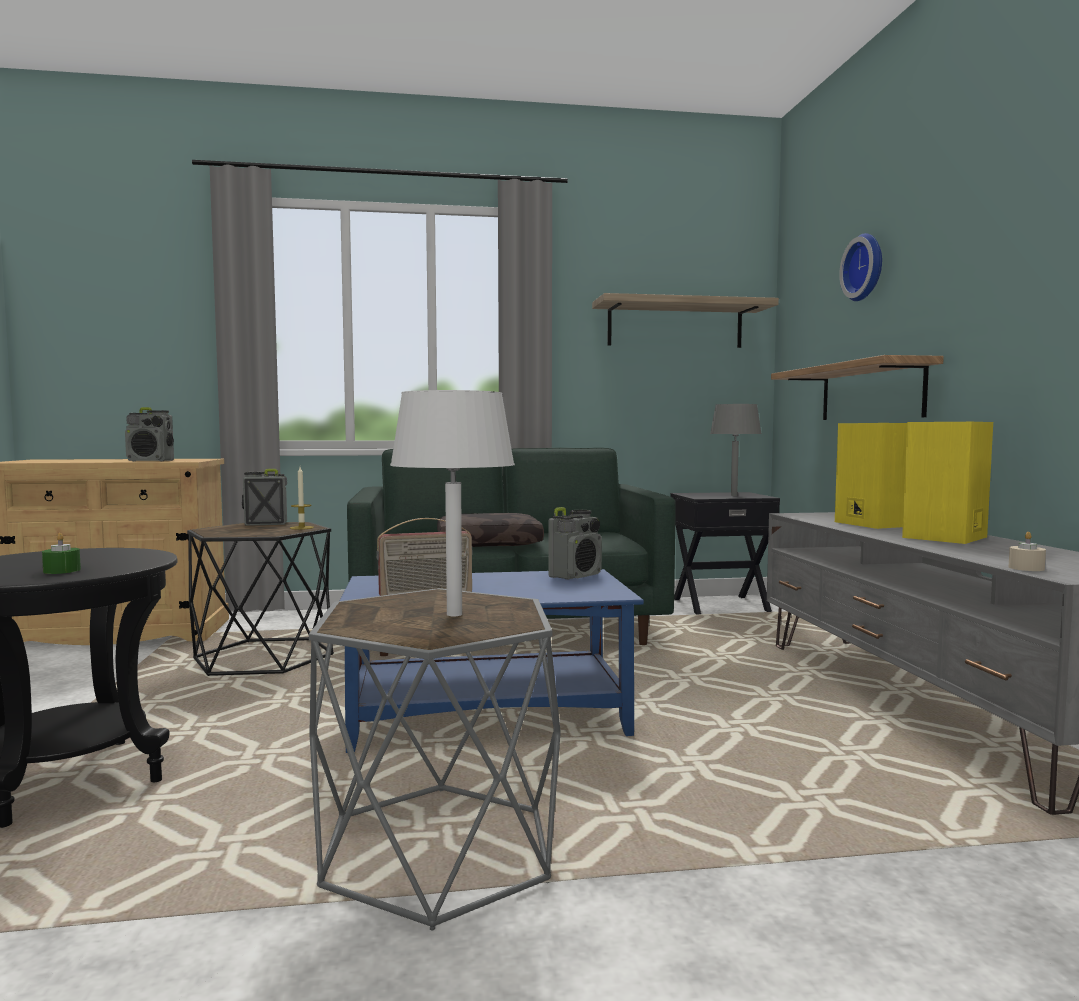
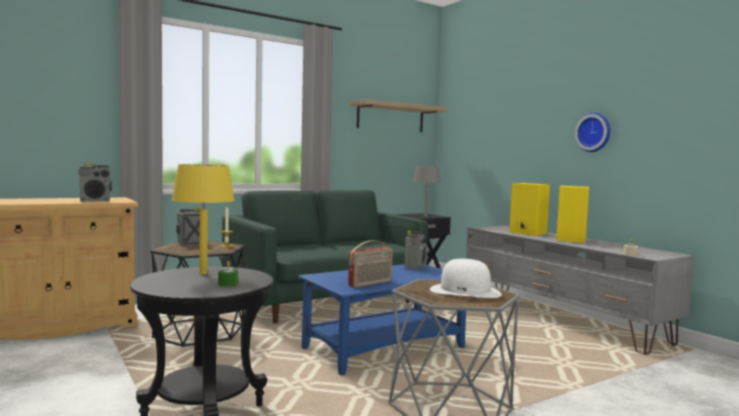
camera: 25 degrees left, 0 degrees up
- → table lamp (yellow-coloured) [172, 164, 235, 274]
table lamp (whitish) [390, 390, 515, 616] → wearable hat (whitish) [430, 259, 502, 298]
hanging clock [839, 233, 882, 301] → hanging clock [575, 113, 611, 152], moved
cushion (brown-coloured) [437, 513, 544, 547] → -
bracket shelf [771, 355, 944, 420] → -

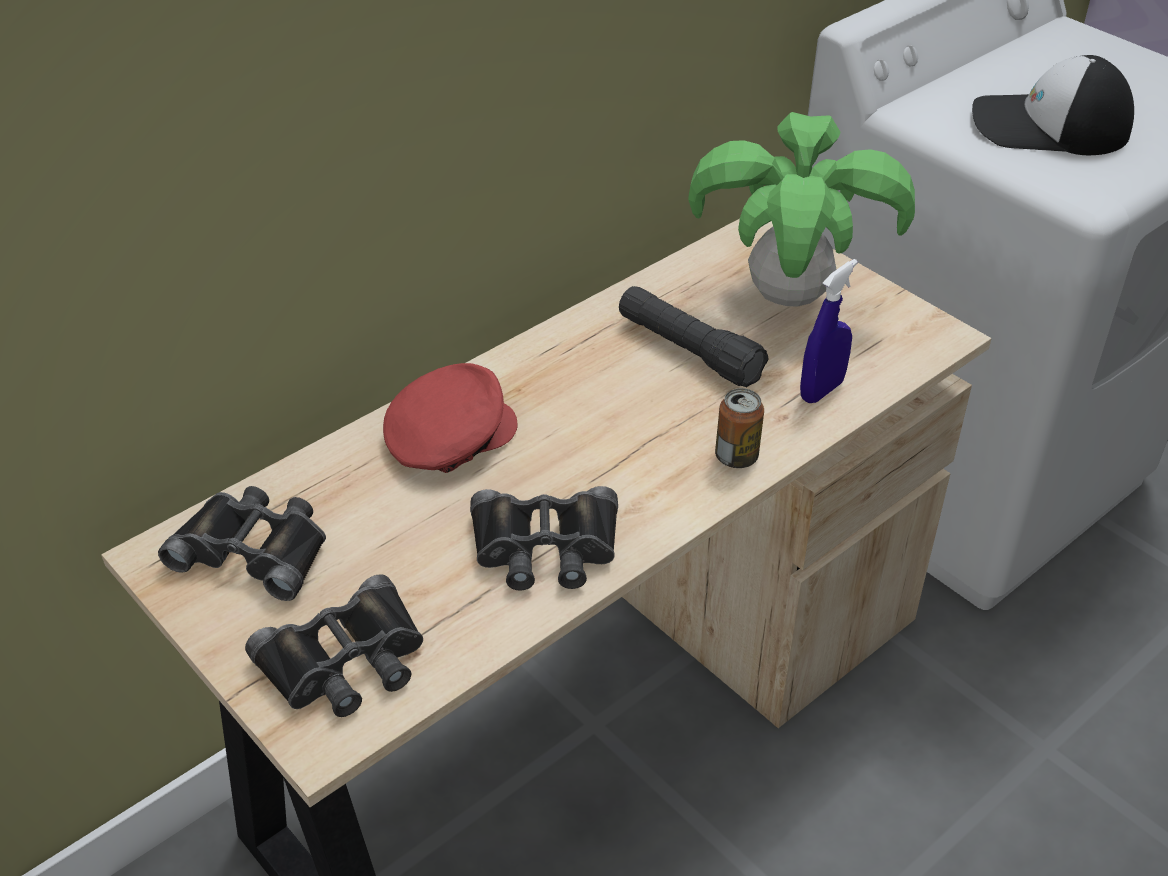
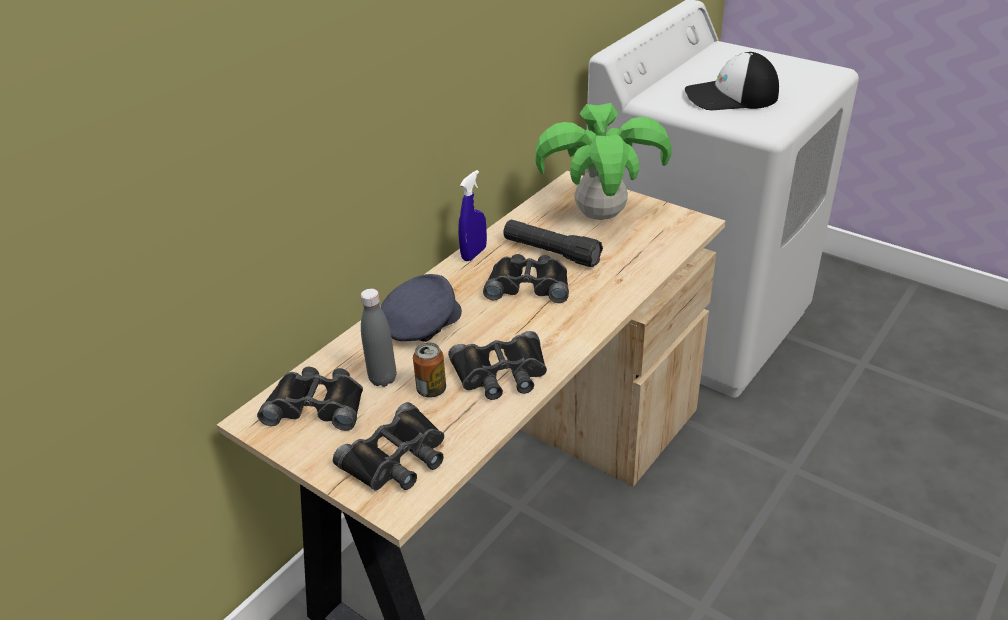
camera: 10 degrees left, 5 degrees down
- → bottle (grey) [361, 289, 396, 387]
baseball cap (reddish) [383, 363, 517, 473] → baseball cap (grey) [381, 274, 462, 342]
can [715, 388, 764, 468] → can [413, 342, 446, 398], moved
hand sprayer (blue) [800, 259, 858, 403] → hand sprayer (blue) [458, 170, 487, 261], moved
- → pair of binoculars (blackish) [483, 254, 569, 303]

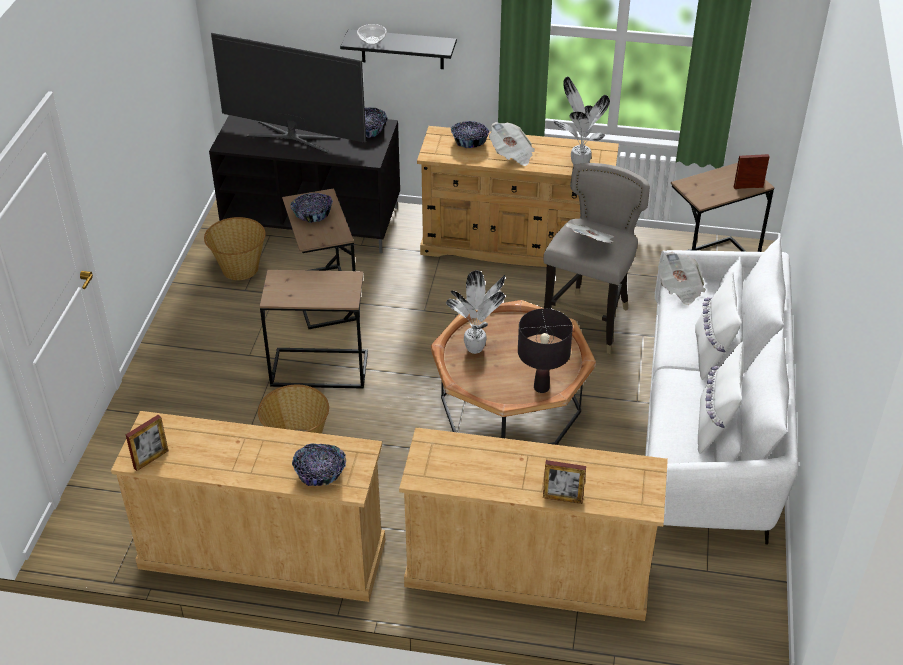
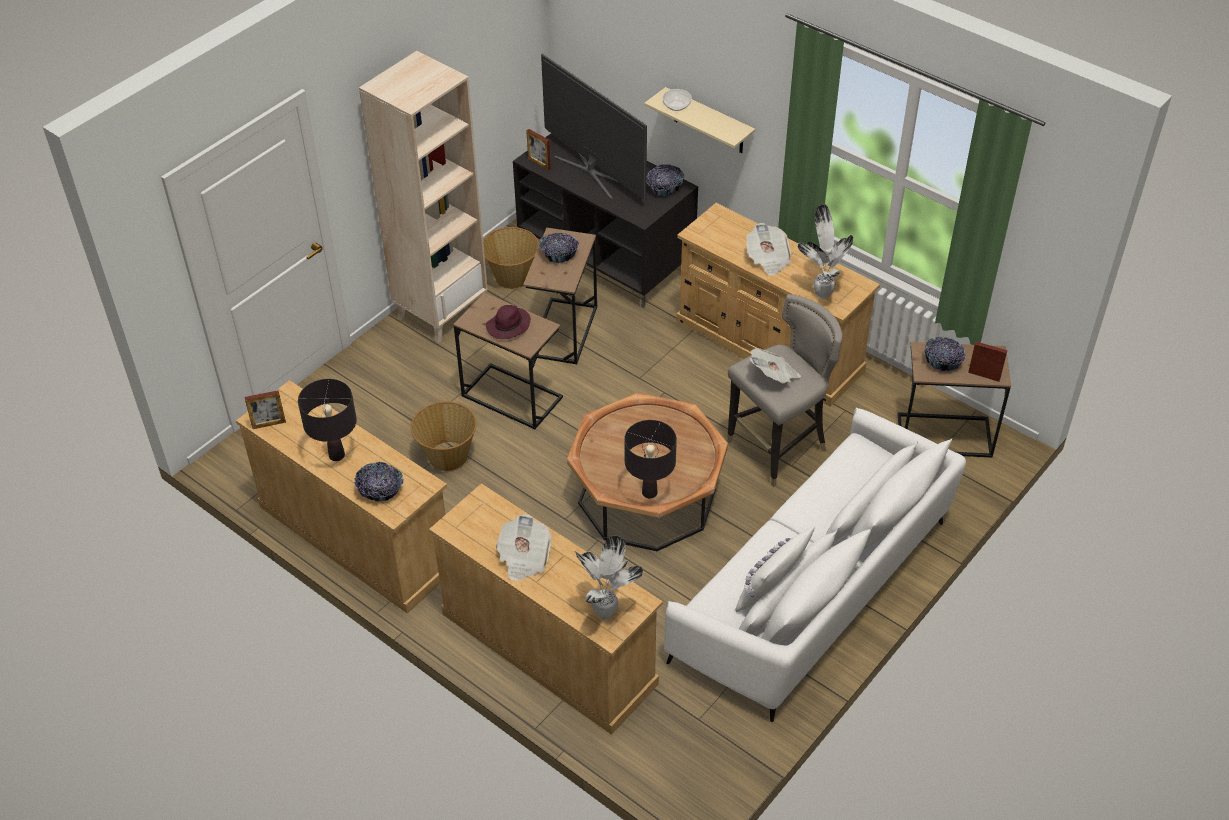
camera: 30 degrees right, 5 degrees up
- → table lamp (blackish) [298, 379, 357, 461]
- → bookshelf (beige-coloured) [359, 51, 488, 343]
- → wearable hat (purple-coloured) [486, 305, 531, 339]
daily paper [658, 252, 706, 305] → daily paper [496, 514, 552, 581], moved
picture frame [543, 460, 586, 504] → picture frame [526, 129, 551, 170], moved
plant in a pot [446, 271, 505, 354] → plant in a pot [574, 536, 643, 619], moved
bracket shelf (blackish) [340, 29, 457, 69] → bracket shelf (beige-coloured) [644, 87, 755, 153]
deep dish [451, 121, 490, 148] → deep dish [924, 336, 965, 371], moved
cushion (whitish) [695, 272, 741, 380] → -

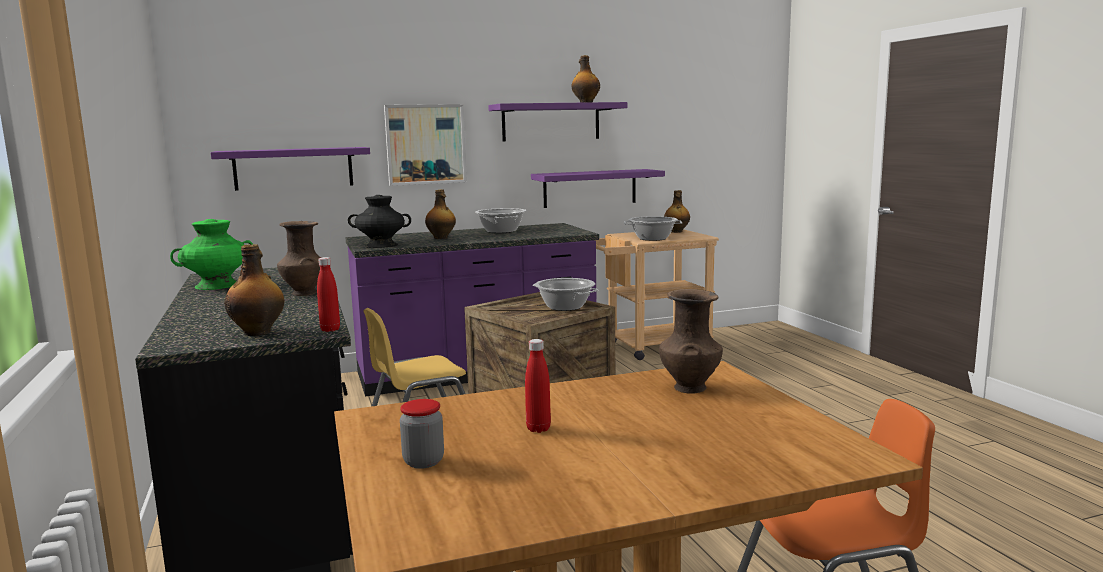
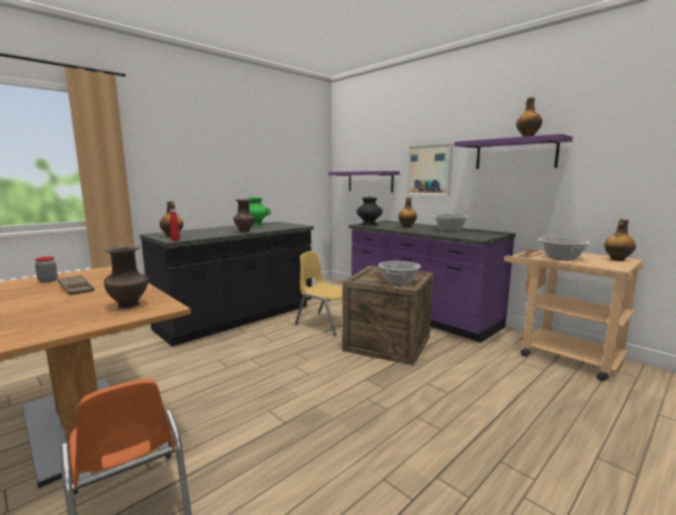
camera: 65 degrees right, 0 degrees up
bottle (reddish) [525, 339, 551, 433] → carrying tray (brown-coloured) [57, 275, 95, 295]
bracket shelf (purple-coloured) [531, 169, 665, 208] → -

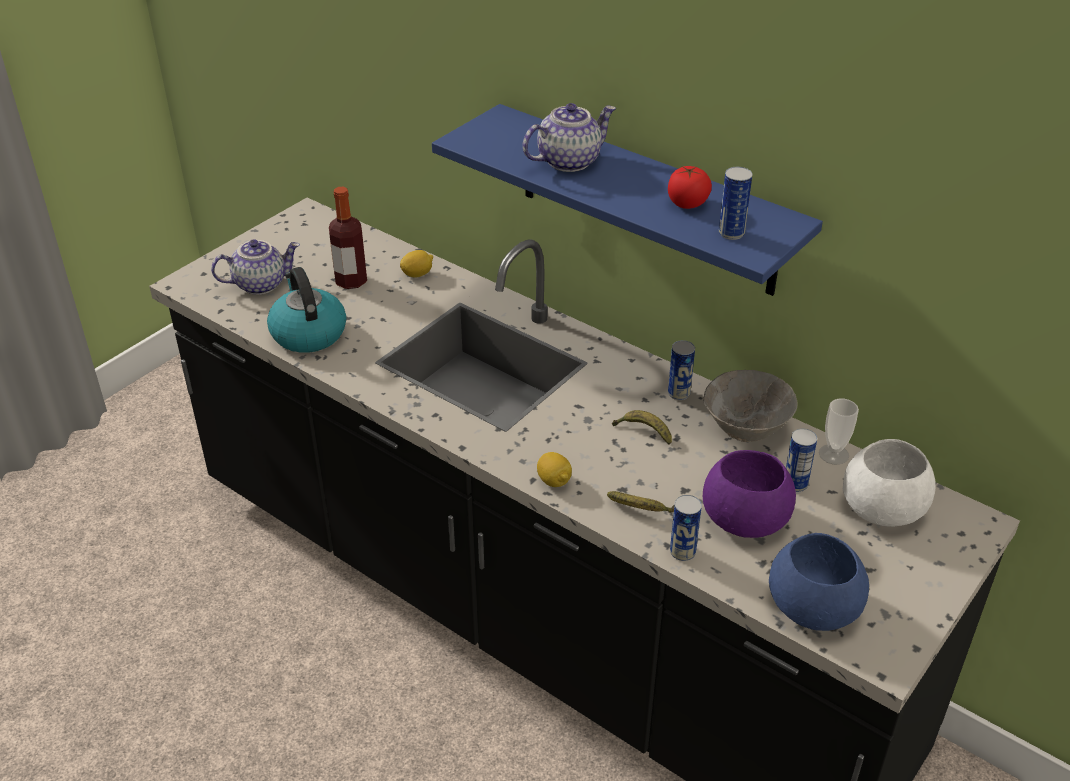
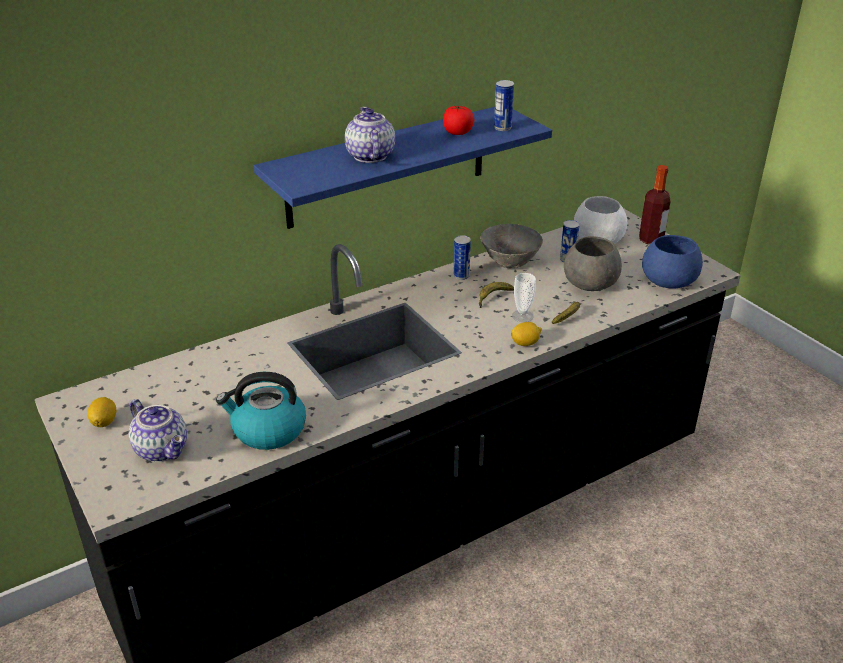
camera: 70 degrees left, 5 degrees down
citrus fruit [400, 250, 433, 278] → citrus fruit [87, 397, 116, 427], moved
teapot [211, 239, 300, 295] → teapot [129, 399, 187, 462], 135 degrees clockwise
small cup [819, 398, 859, 465] → small cup [512, 273, 536, 322], moved
deep dish (purple-coloured) [703, 450, 796, 538] → deep dish (grey) [564, 236, 622, 291]
bottle [329, 187, 367, 289] → bottle [639, 165, 670, 244], moved
can [670, 495, 702, 561] → -

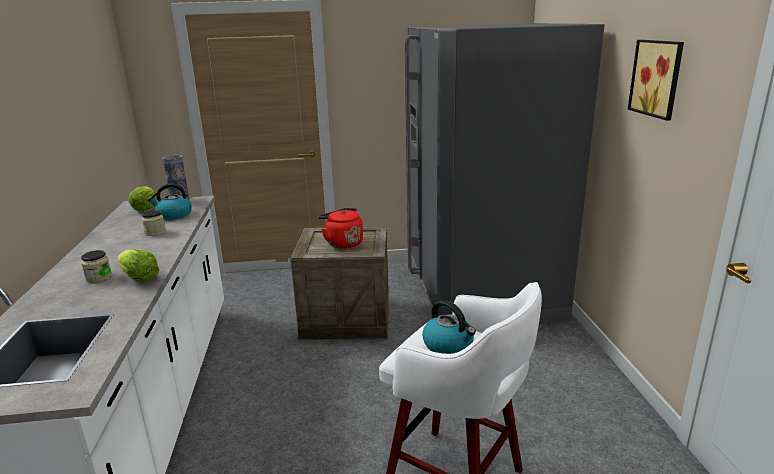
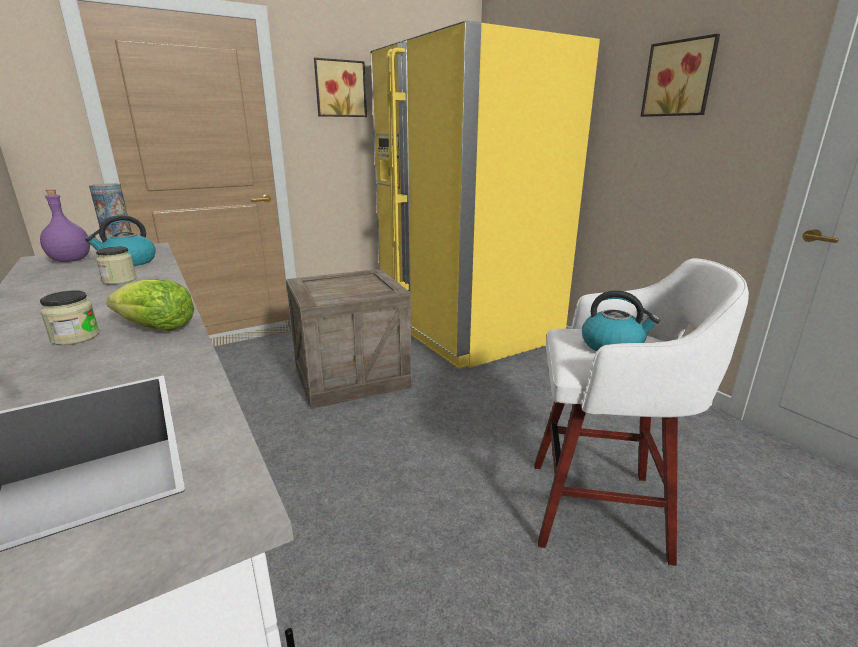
camera: 25 degrees left, 0 degrees up
lettuce head [129, 186, 156, 212] → bottle (purple-coloured) [40, 189, 90, 262]
- → wall art [314, 58, 367, 117]
refrigerator (grey) [404, 23, 604, 322] → refrigerator (yellow-coloured) [370, 21, 600, 369]
water kettle (reddish) [318, 208, 363, 249] → -

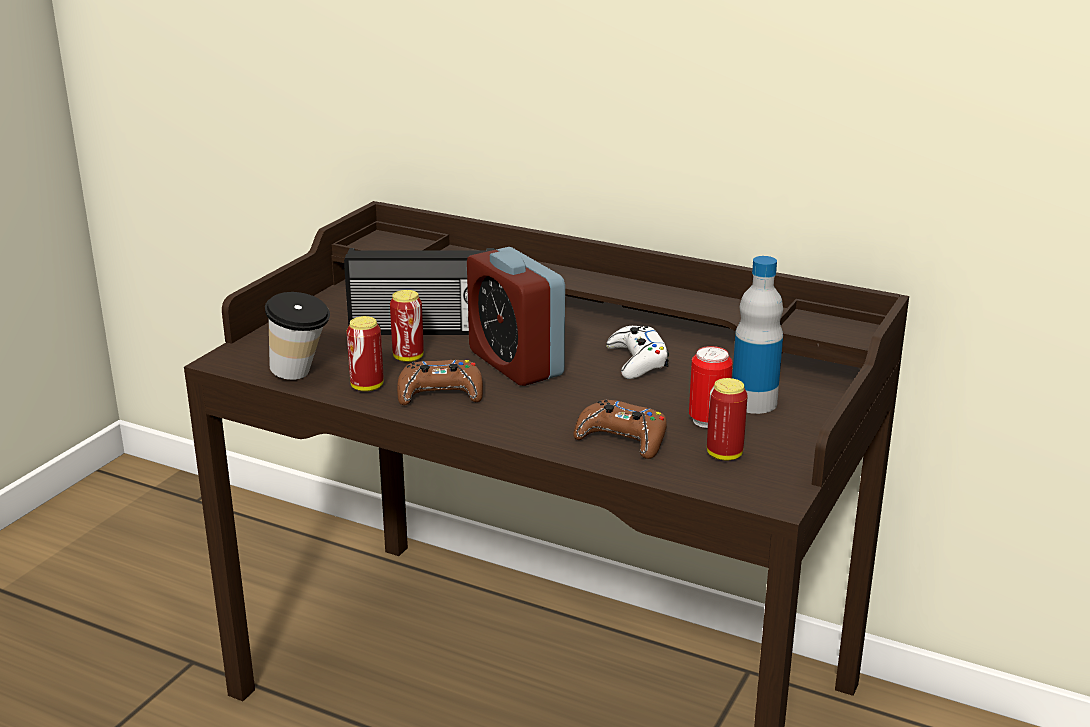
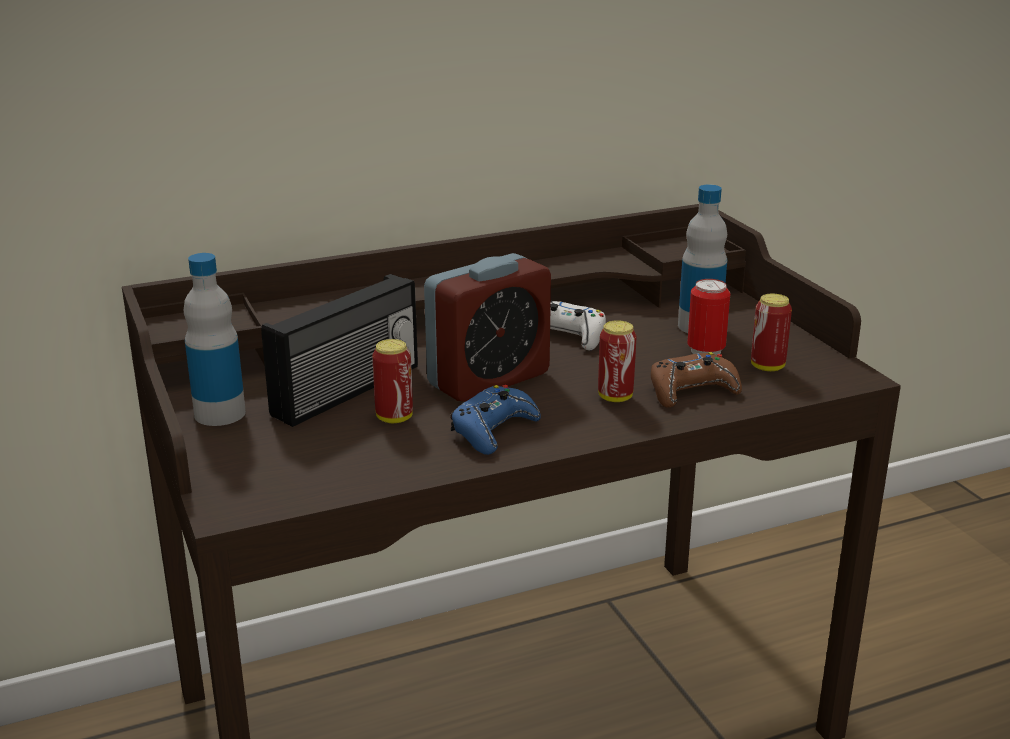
camera: 50 degrees left, 0 degrees up
- → bottle [184, 253, 246, 426]
bedside clock [467, 247, 565, 386] → bedside clock [424, 253, 551, 402], 45 degrees counterclockwise
game controller (brown-coloured) [397, 360, 483, 405] → game controller (blue) [450, 385, 541, 455]
can [347, 316, 384, 391] → can [598, 320, 636, 402], moved
small cup [265, 292, 330, 380] → -

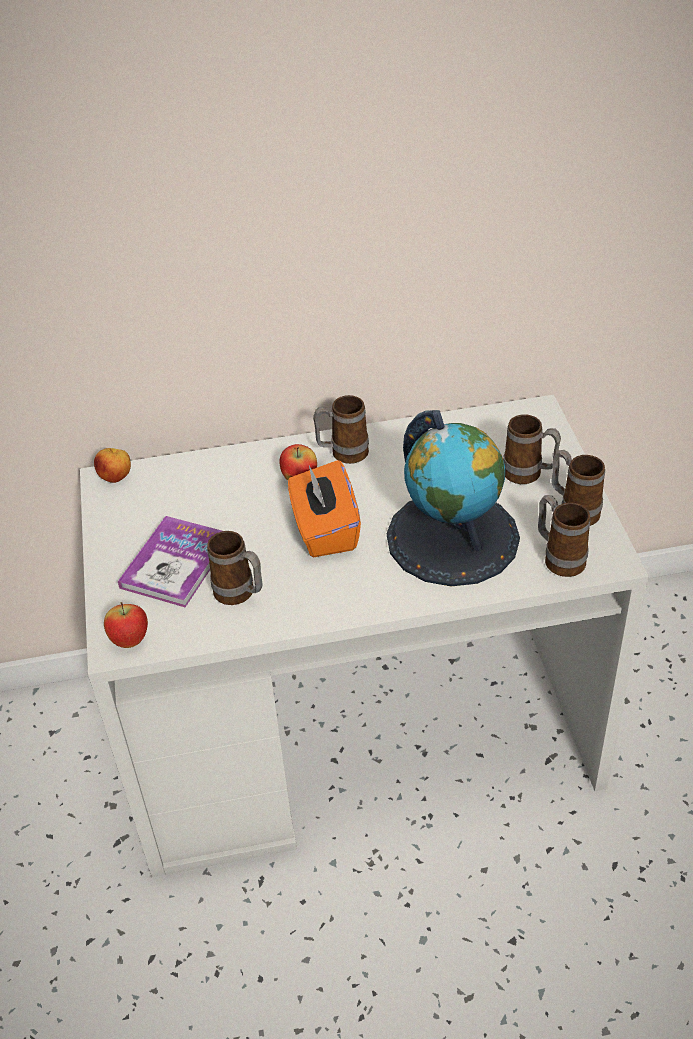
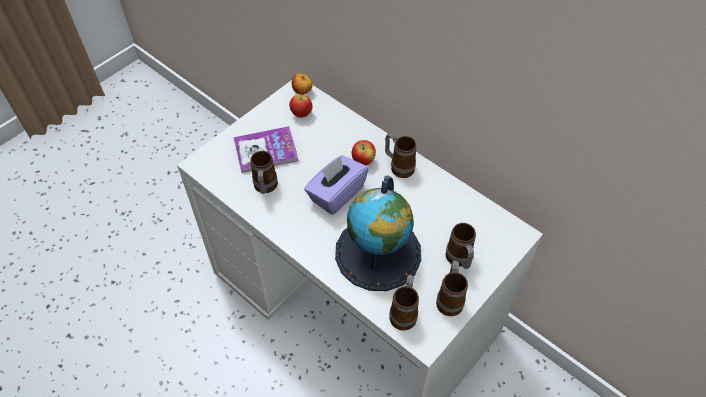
camera: 50 degrees right, 10 degrees up
whole apple [104, 602, 148, 648] → whole apple [289, 94, 313, 118], moved
box of tissues (orange) [288, 460, 361, 557] → box of tissues (purple-coloured) [304, 155, 368, 215]

